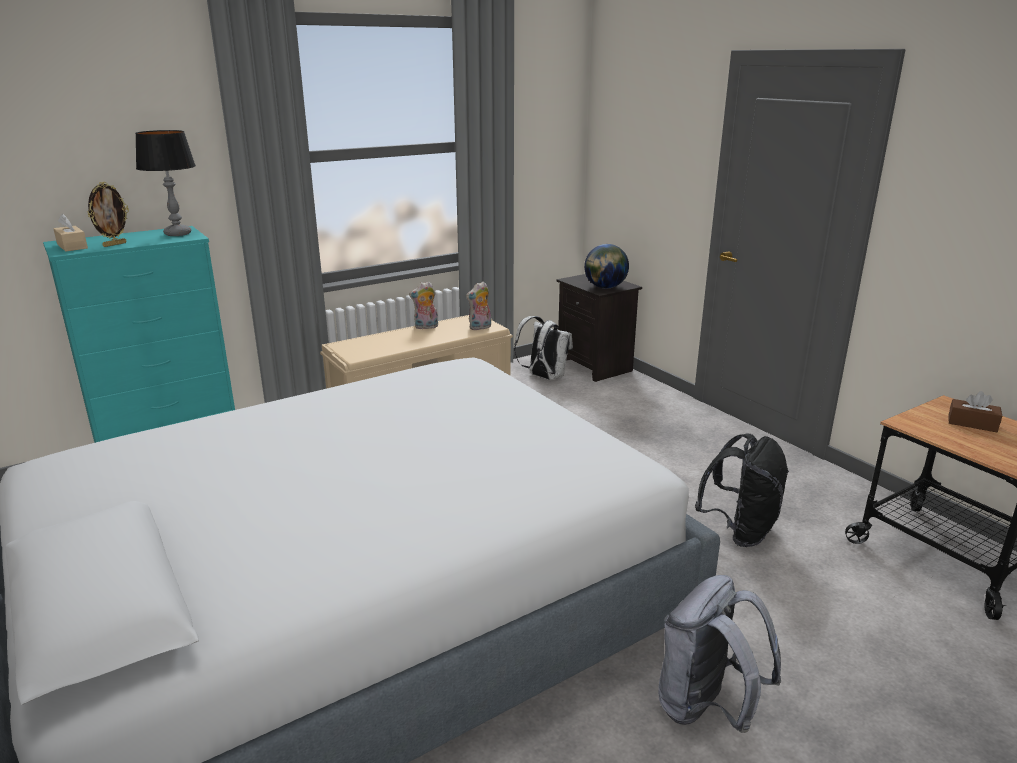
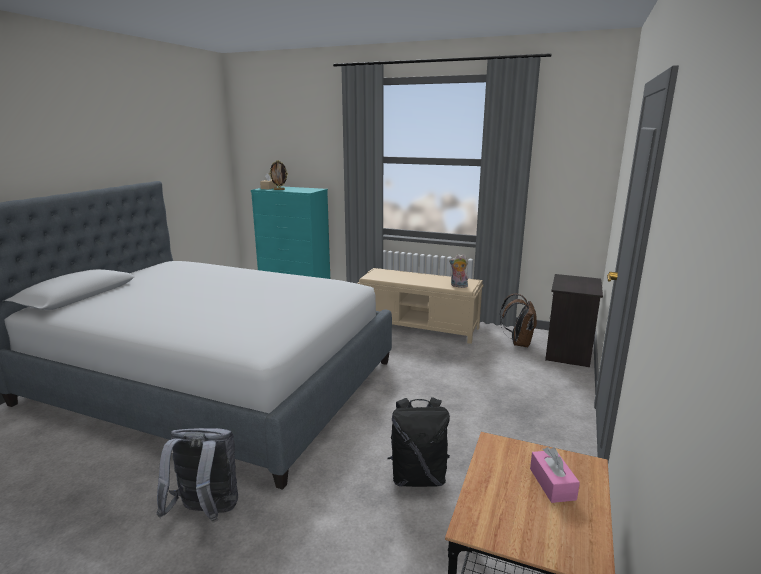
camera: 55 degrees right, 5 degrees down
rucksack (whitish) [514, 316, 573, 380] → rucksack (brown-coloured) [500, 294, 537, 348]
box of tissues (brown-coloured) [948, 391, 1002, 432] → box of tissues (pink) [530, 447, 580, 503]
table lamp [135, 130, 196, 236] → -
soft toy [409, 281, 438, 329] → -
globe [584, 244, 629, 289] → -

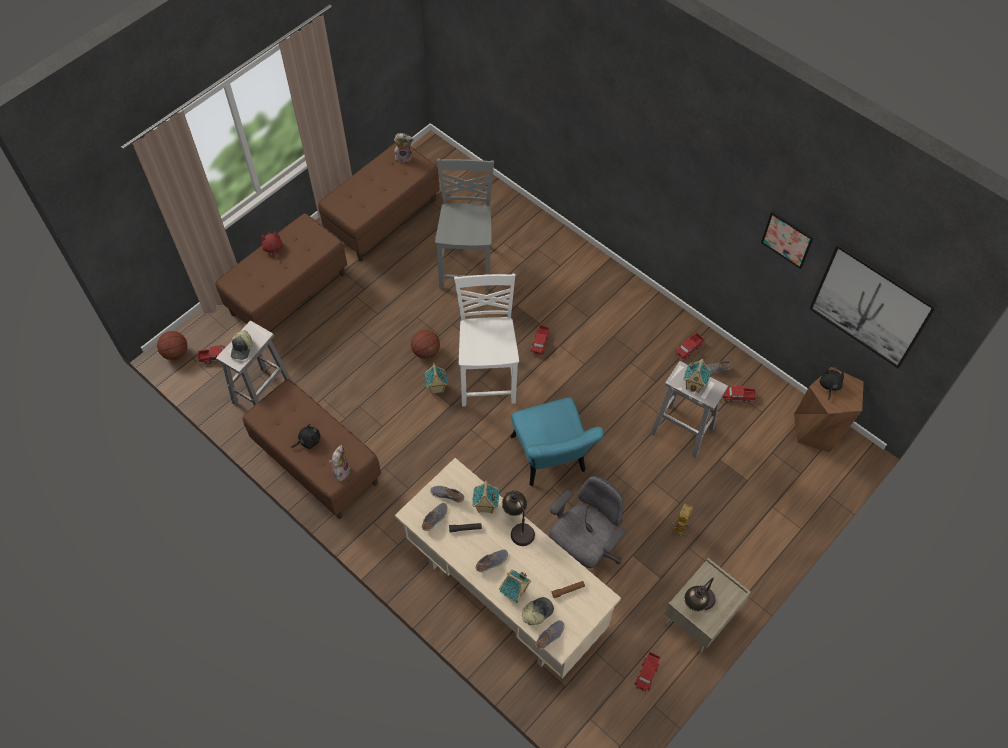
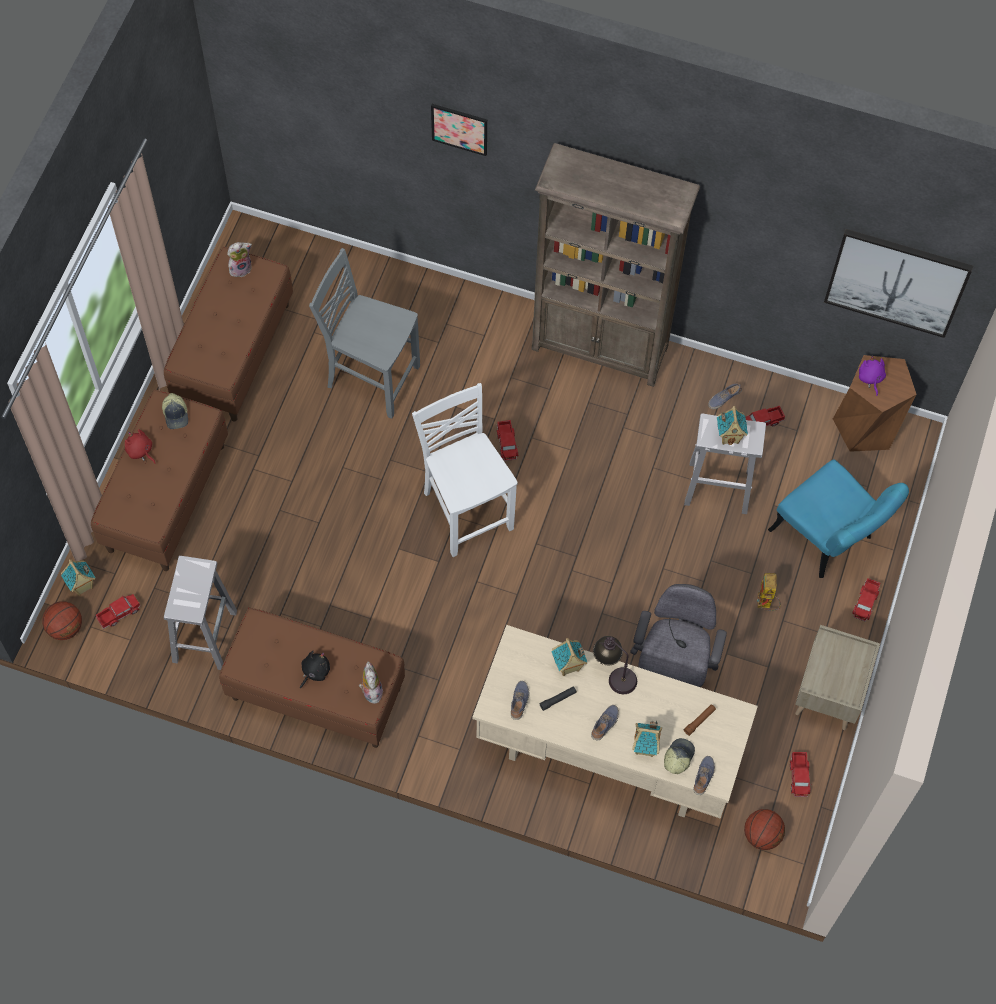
camera: 25 degrees left, 5 degrees up
model house [424, 363, 448, 394] → model house [61, 559, 96, 596], moved
baseball cap [231, 330, 252, 360] → baseball cap [162, 393, 188, 429], moved
plain chair (grey) [435, 158, 494, 290] → plain chair (grey) [309, 248, 420, 419], 45 degrees counterclockwise
wall art [761, 211, 814, 269] → wall art [431, 104, 487, 156], moved
- → bookshelf (brown-coloured) [532, 143, 700, 387]
ball for basketball [411, 330, 440, 359] → ball for basketball [744, 809, 785, 850], moved
plain chair (turquoise-coloured) [511, 397, 604, 486] → plain chair (turquoise-coloured) [768, 459, 909, 578], moved
toy lorry [675, 332, 705, 360] → toy lorry [852, 578, 880, 621], moved
soft toy (blackish) [820, 367, 844, 400] → soft toy (purple-coloured) [859, 355, 886, 396]
item of footwear [430, 486, 464, 503] → -
table lamp [684, 578, 716, 611] → -

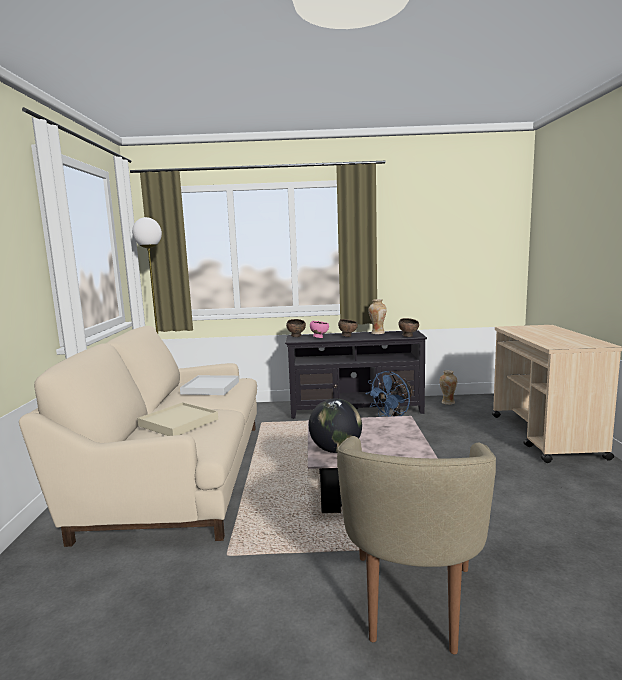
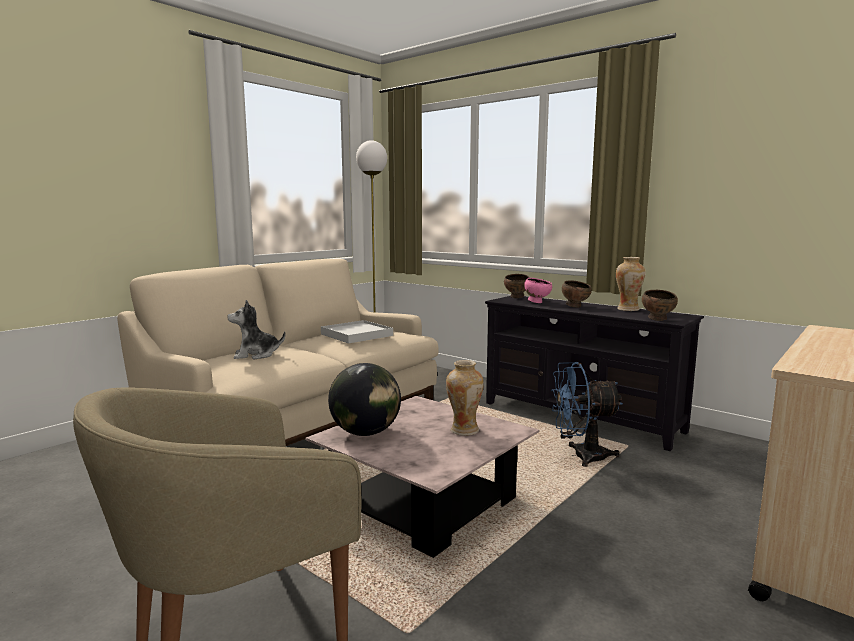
camera: 40 degrees right, 0 degrees up
carrying tray (beige-coloured) [137, 402, 218, 436] → soft toy [227, 300, 286, 360]
decorative vase [439, 370, 457, 405] → decorative vase [446, 360, 484, 436], moved

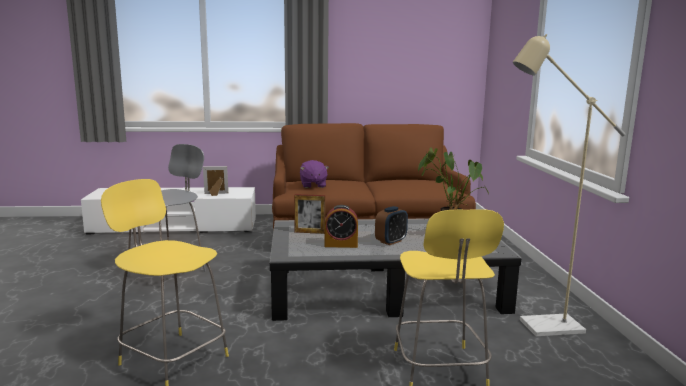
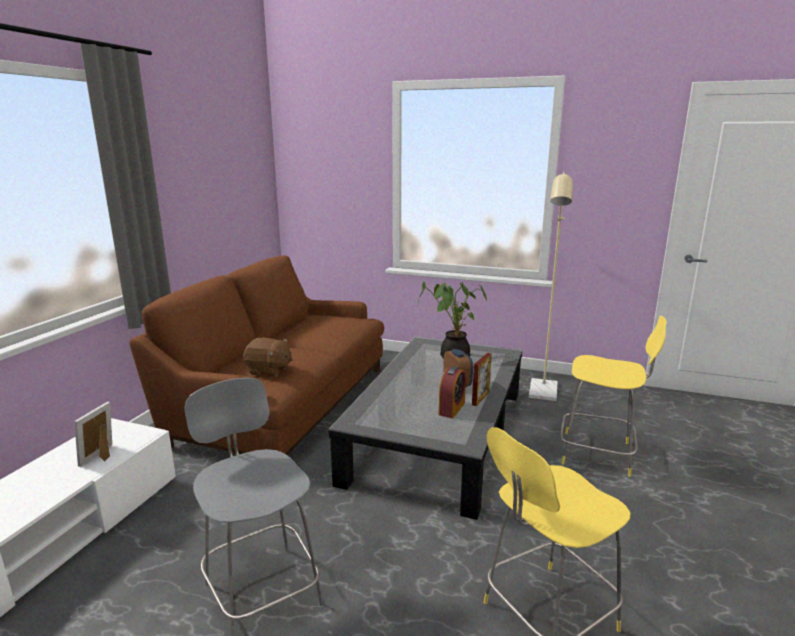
camera: 65 degrees left, 5 degrees up
soft toy (purple-coloured) [300, 160, 329, 188] → soft toy (brown-coloured) [243, 338, 293, 377]
picture frame [294, 194, 325, 234] → picture frame [472, 353, 492, 406], moved

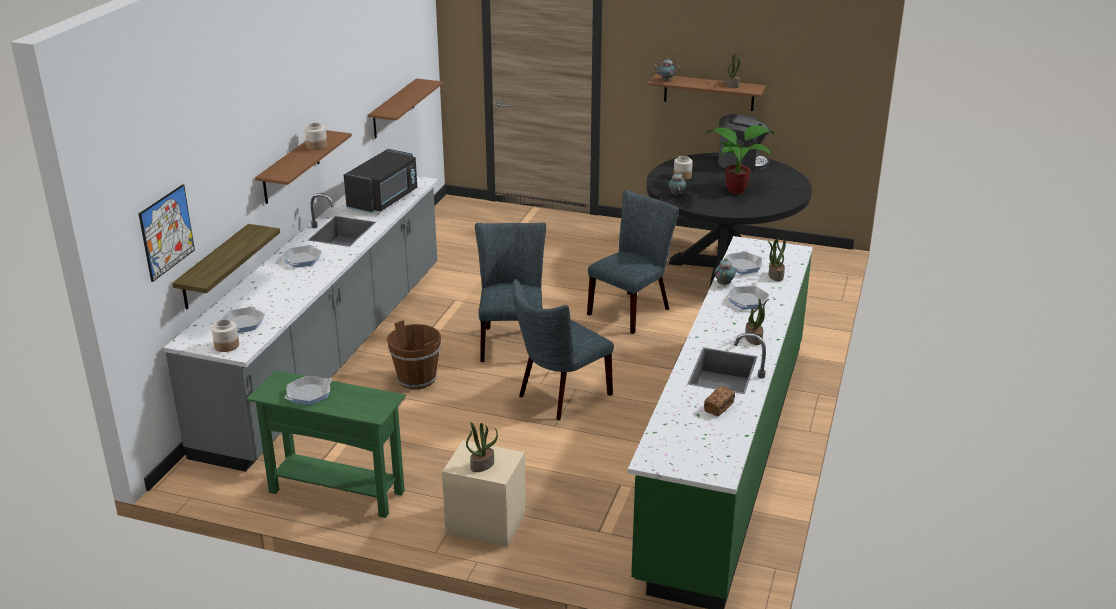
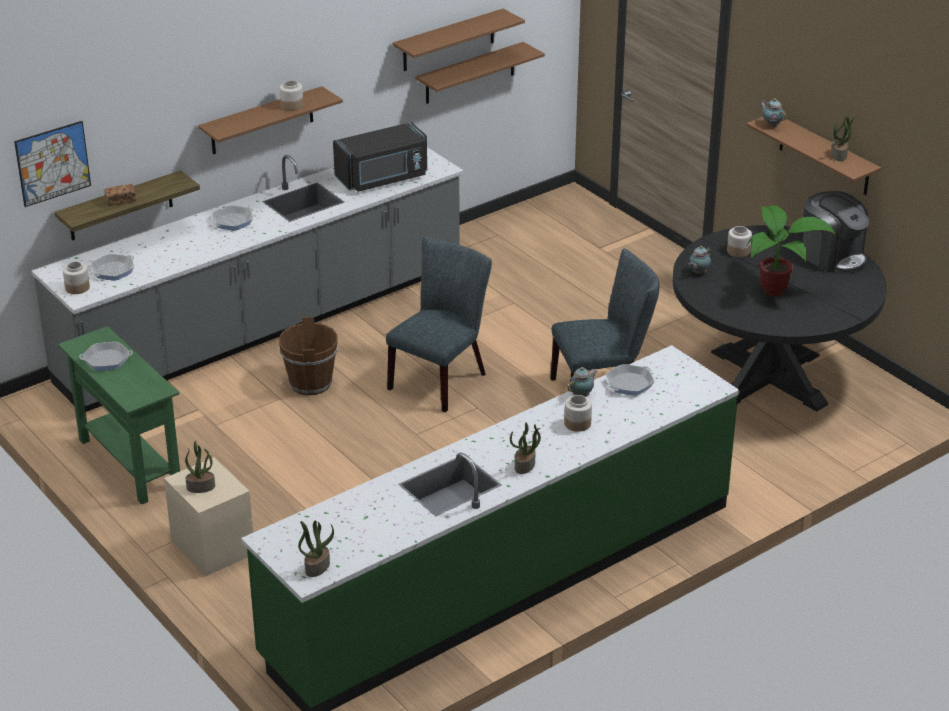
camera: 35 degrees right, 5 degrees up
bakery bread [704, 386, 735, 416] → bakery bread [104, 184, 136, 206], moved
plant in a pot [768, 237, 786, 281] → plant in a pot [298, 521, 334, 577], moved
- → bracket shelf (brown-coloured) [393, 9, 525, 71]
pan [727, 285, 769, 309] → preserve jar [564, 395, 592, 432]
plain chair (grey) [513, 279, 614, 420] → -

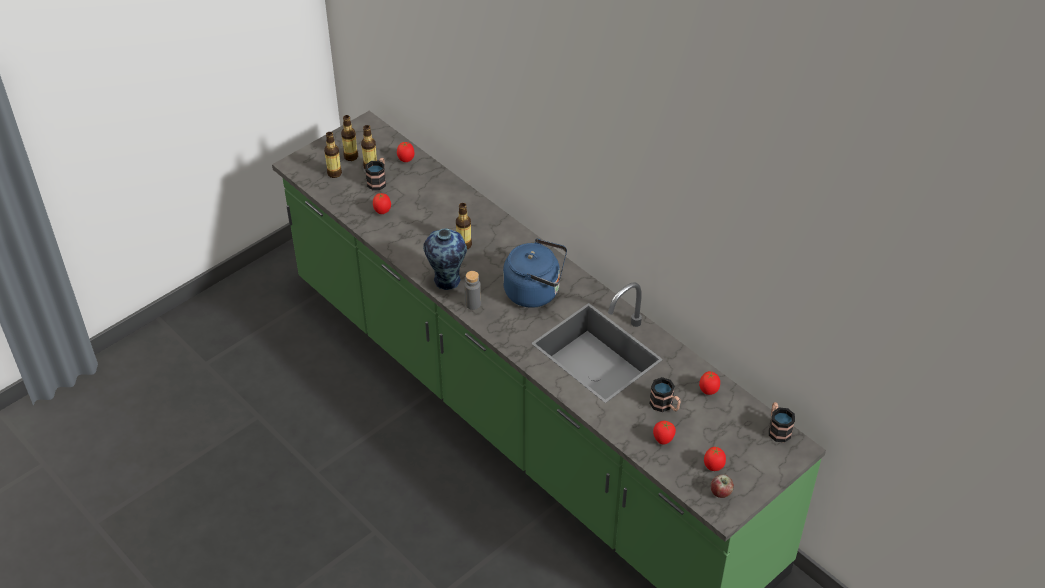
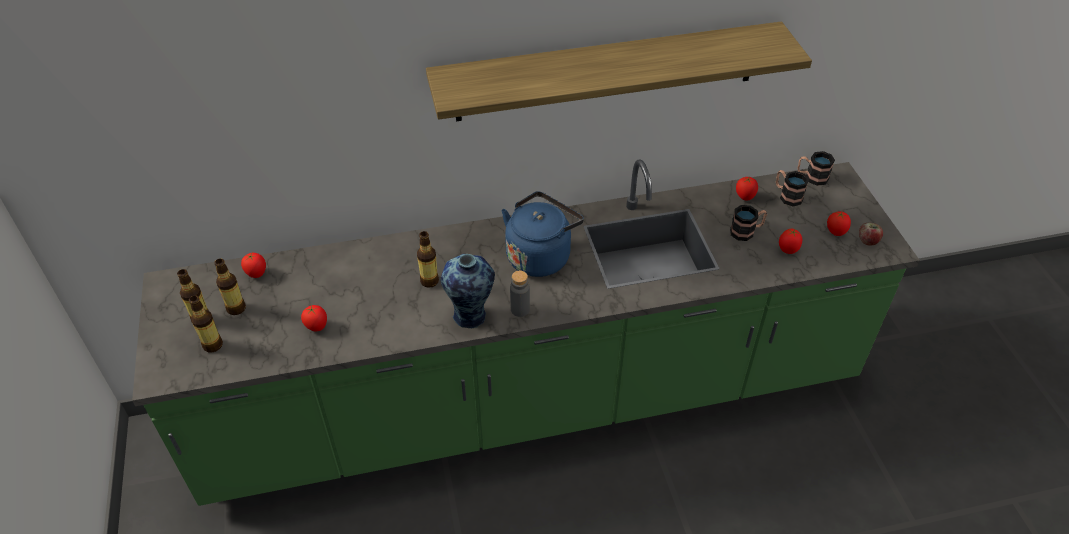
camera: 60 degrees left, 0 degrees up
- → bracket shelf [426, 21, 812, 121]
tea mug [365, 157, 386, 190] → tea mug [776, 170, 809, 206], moved

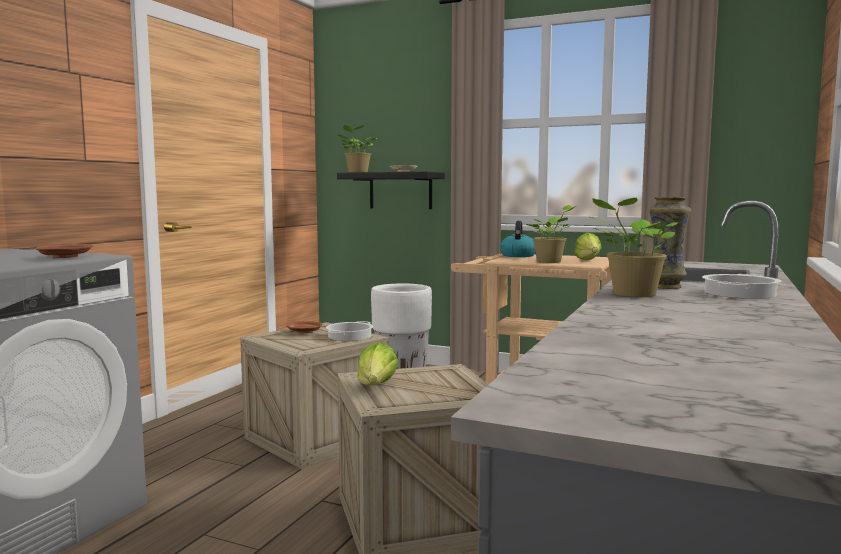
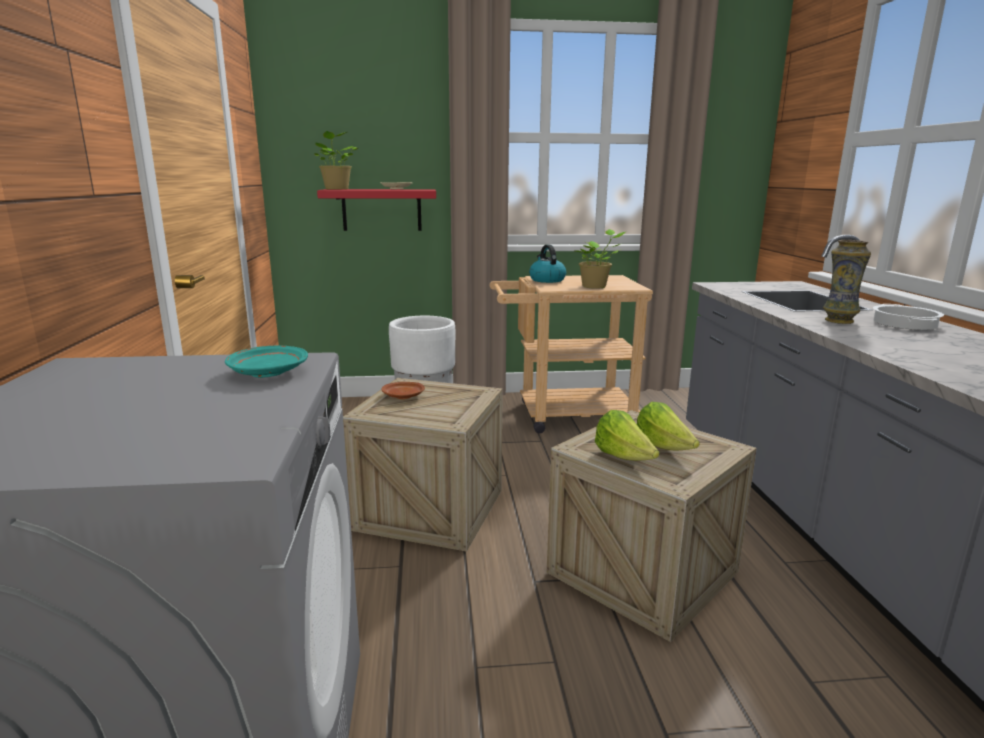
camera: 30 degrees left, 10 degrees up
plate (brown-coloured) [36, 244, 93, 258] → plate (turquoise-coloured) [225, 345, 308, 378]
bracket shelf (blackish) [337, 172, 445, 209] → bracket shelf (reddish) [317, 189, 436, 231]
lettuce head [574, 233, 602, 260] → lettuce head [637, 402, 700, 450], moved
stockpot [326, 321, 373, 341] → -
plant in a pot [588, 198, 679, 297] → -

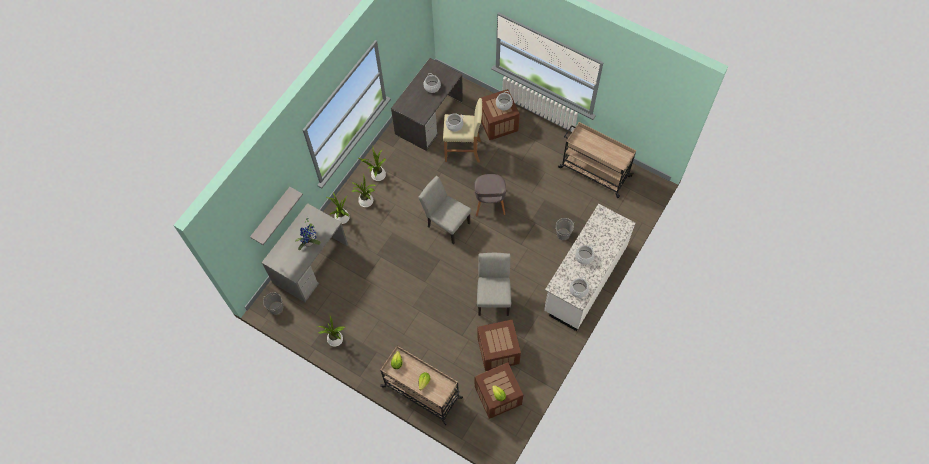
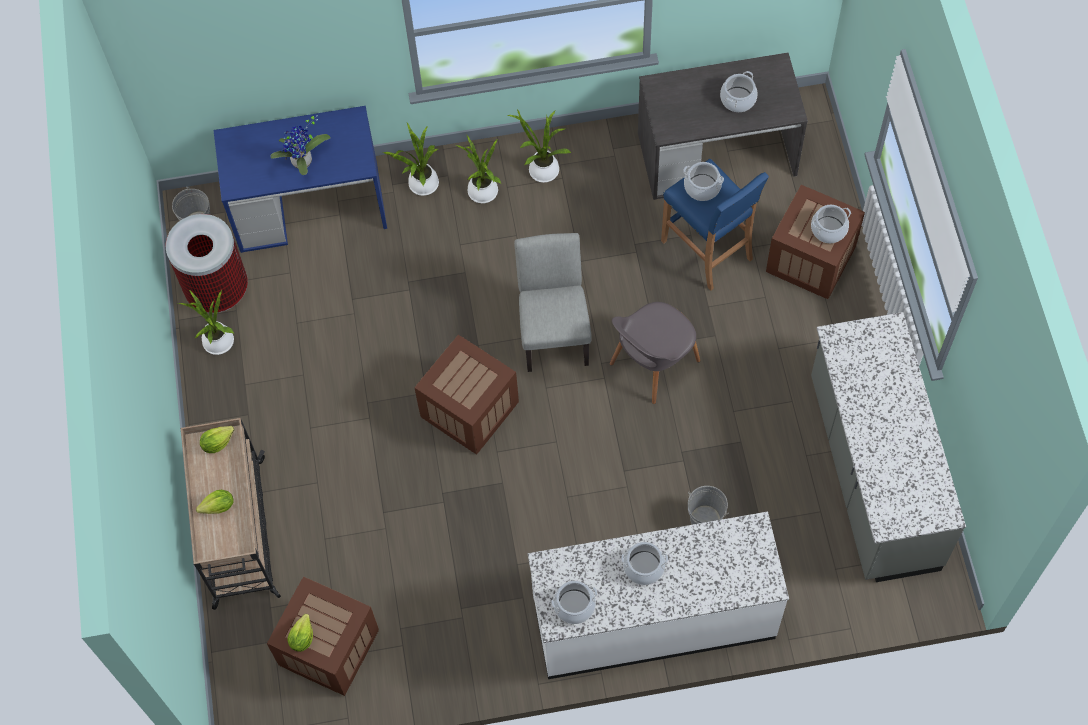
camera: 50 degrees right, 0 degrees up
- → trash can [166, 214, 248, 313]
desk (grey) [262, 203, 348, 302] → desk (blue) [213, 106, 387, 253]
shipping crate [478, 320, 521, 371] → shipping crate [415, 335, 519, 454], moved
stool seat (beige-coloured) [443, 98, 482, 163] → stool seat (blue) [661, 159, 769, 291]
cart (beige-coloured) [558, 122, 636, 198] → kitchen counter (grey) [811, 312, 966, 582]
bracket shelf (grey) [250, 187, 303, 245] → -
plain chair (grey) [477, 253, 511, 316] → -

